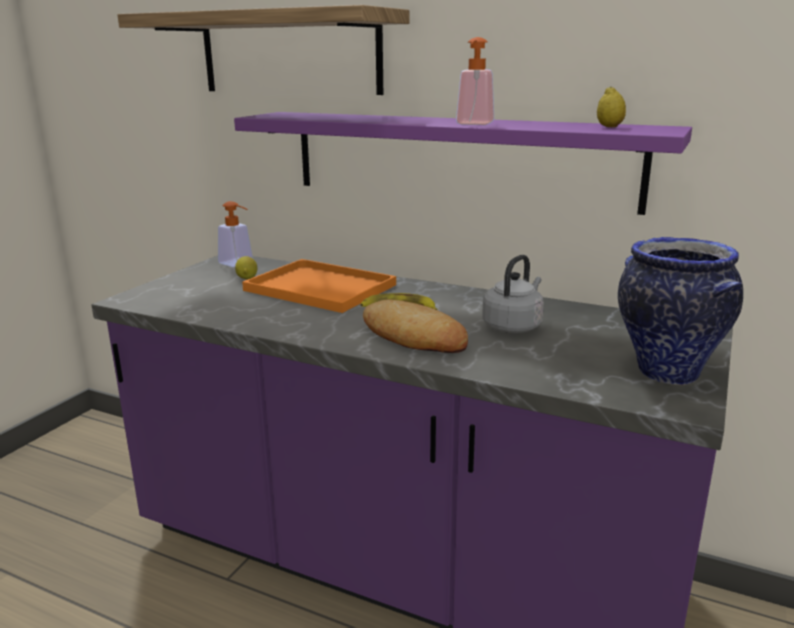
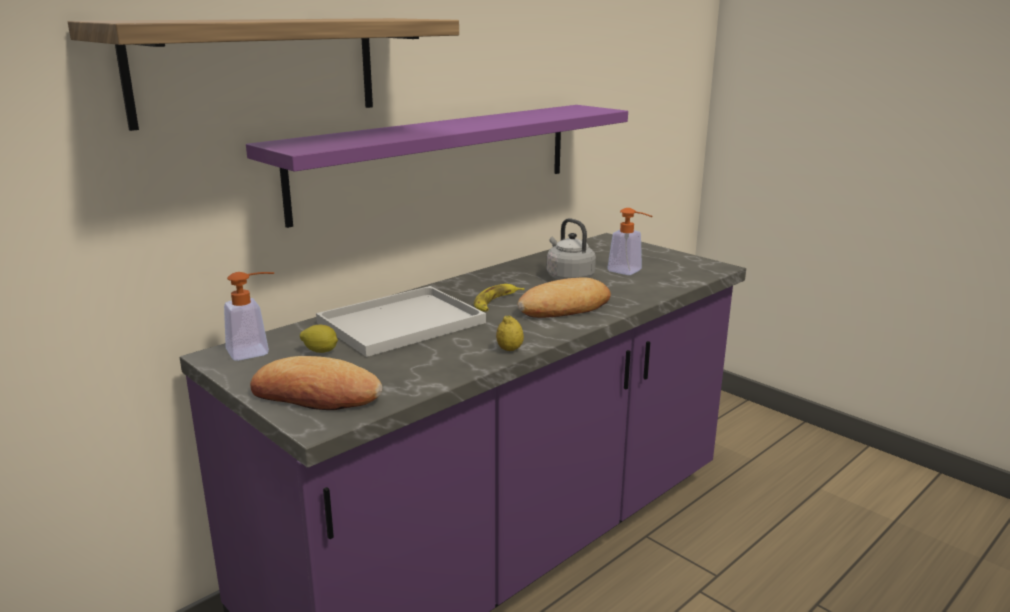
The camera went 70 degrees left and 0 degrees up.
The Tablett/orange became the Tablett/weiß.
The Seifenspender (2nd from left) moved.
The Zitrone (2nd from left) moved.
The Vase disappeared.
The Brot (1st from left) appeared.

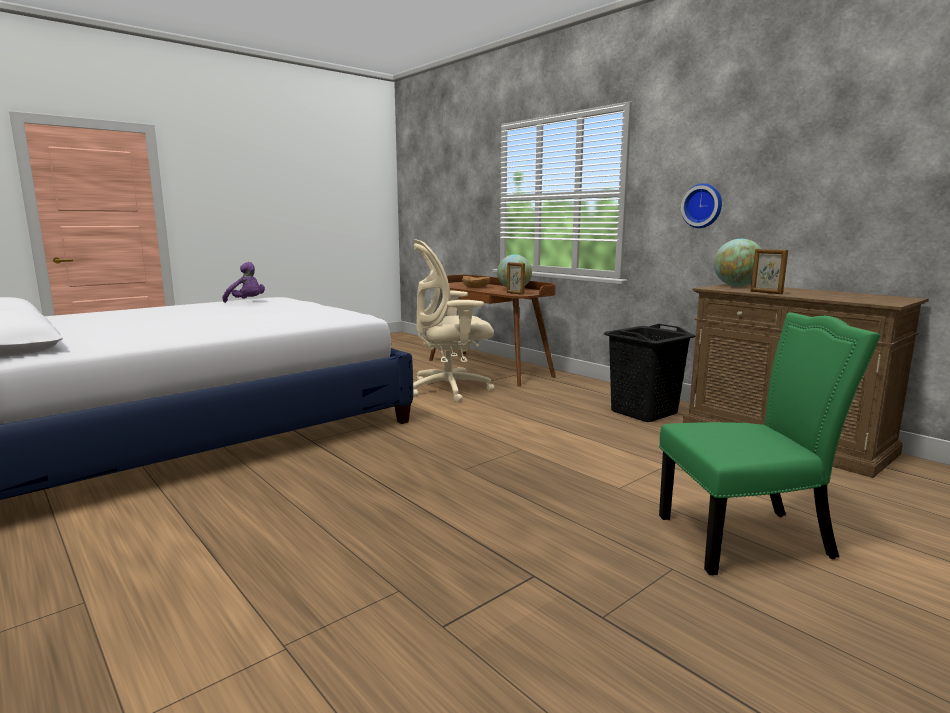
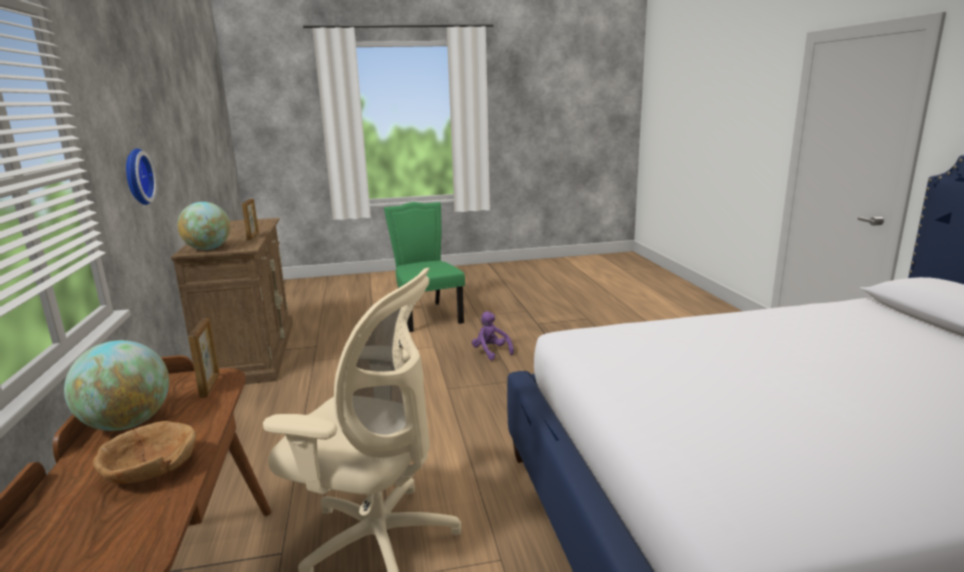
The camera went 150 degrees left and 5 degrees up.
The Plüschtier/lila moved.
The Wäschekorb/schwarz disappeared.
The Stuhl/grün turned 45 degrees clockwise.

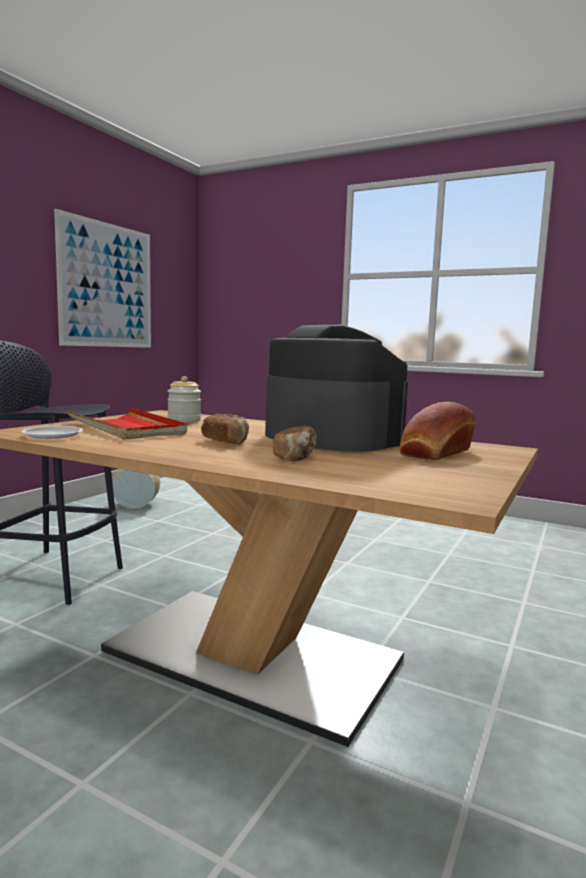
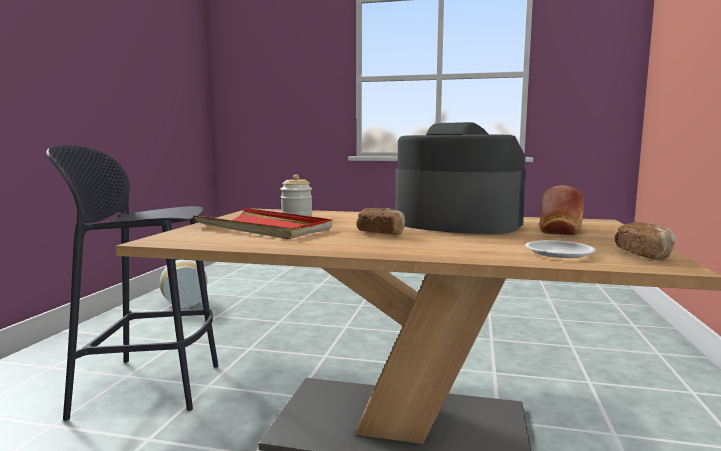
The camera went 15 degrees left and 0 degrees up.
The Teller/weiß moved.
The Bild disappeared.
The Brot (2nd from left in the first image) moved.

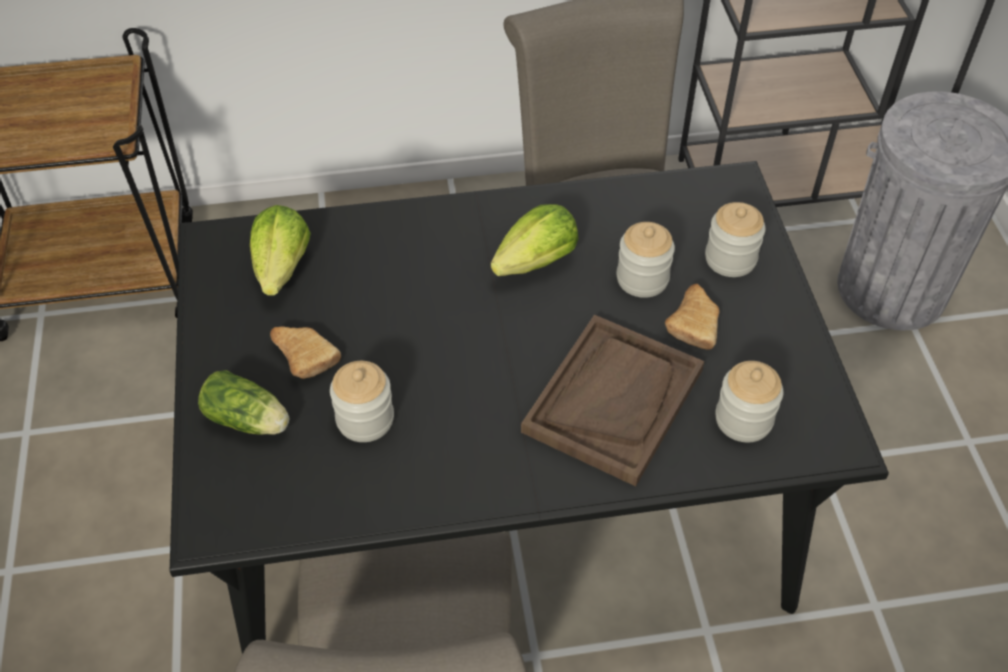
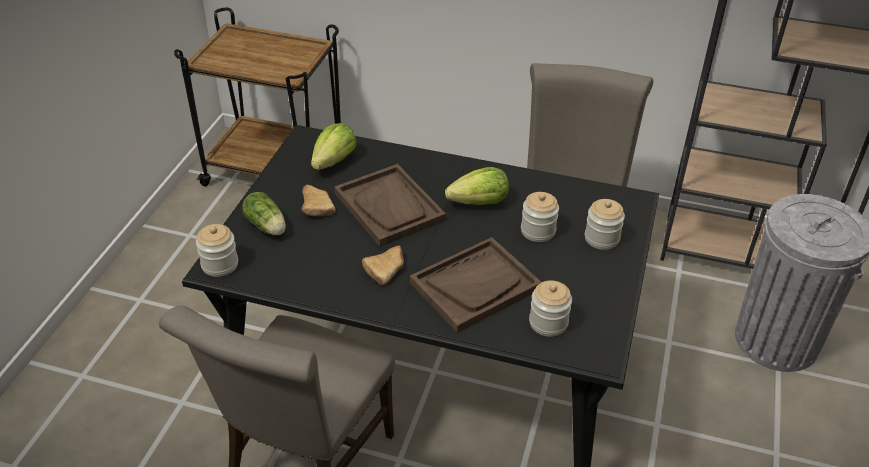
The camera went 25 degrees right and 10 degrees down.
The Vorratsglas (1st from left) moved.
The Brot (2nd from left) moved.
The Tablett/braun (1st from left) appeared.

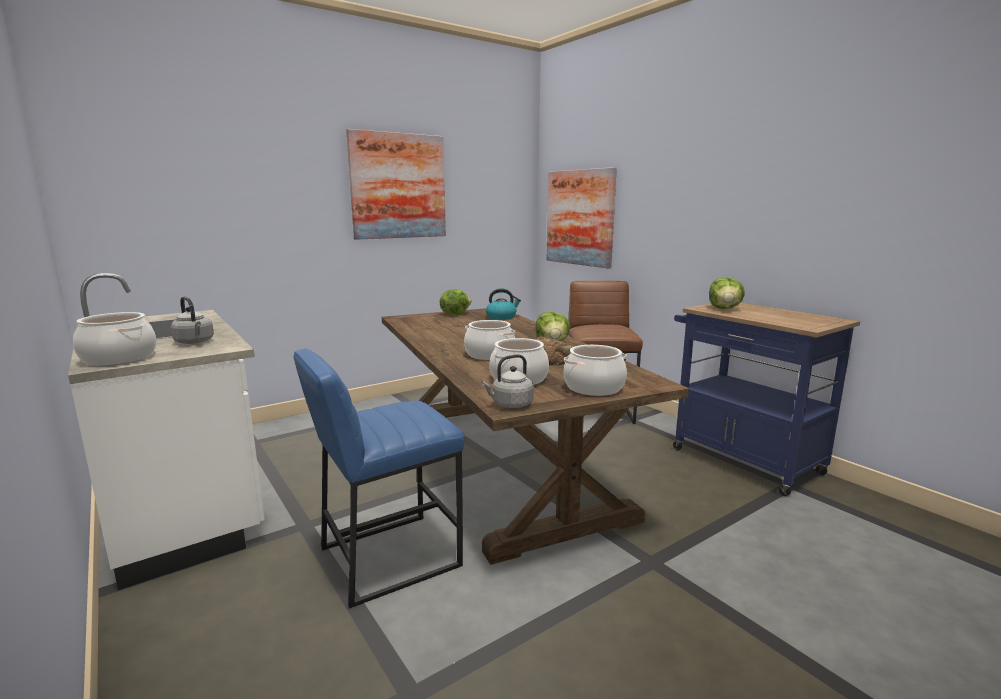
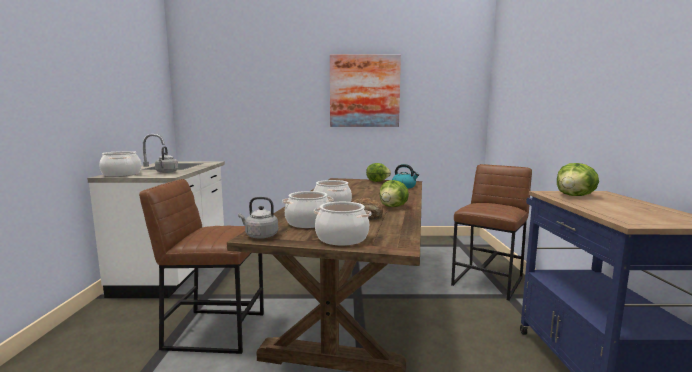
The camera went 35 degrees right and 5 degrees down.
The Stuhl/blau became the Stuhl/braun (1st from left).
The Bild (2nd from left) disappeared.

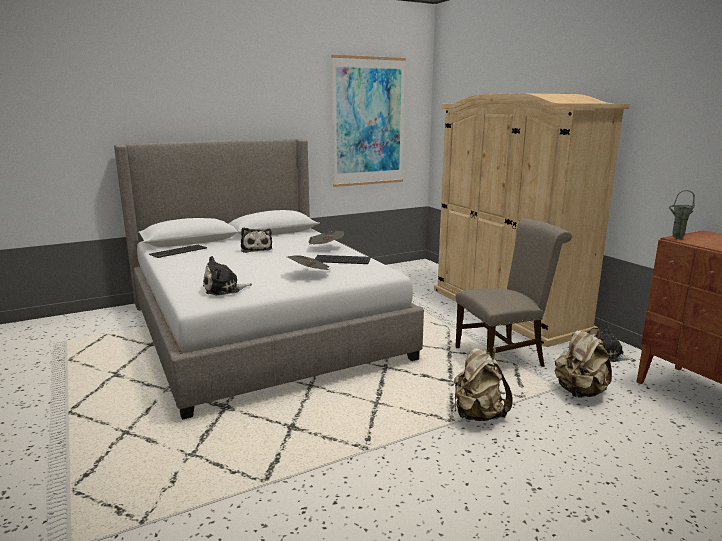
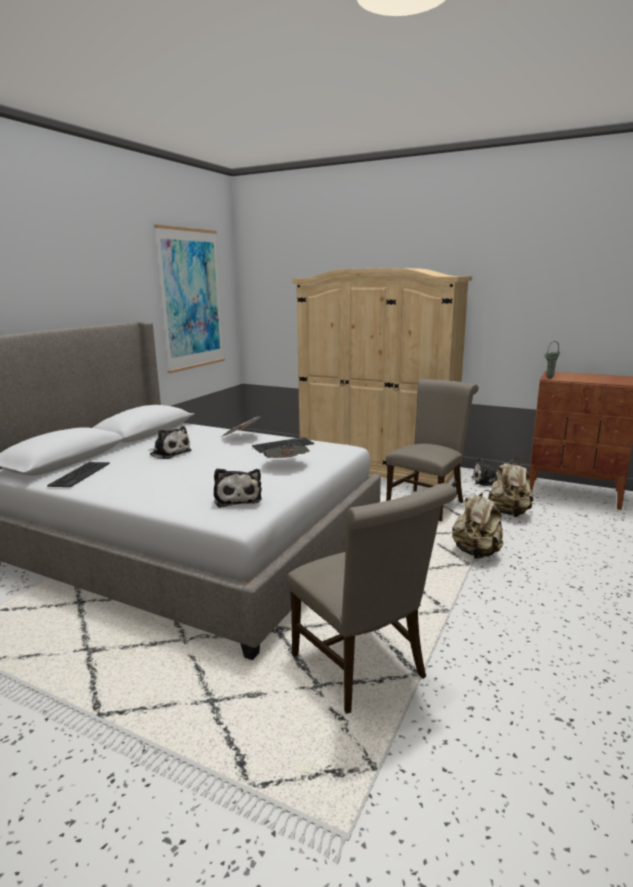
The camera went 35 degrees left and 0 degrees up.
The Plüschtier (1st from left in the first image) turned 45 degrees counterclockwise.
The Stuhl/beige (1st from left) appeared.

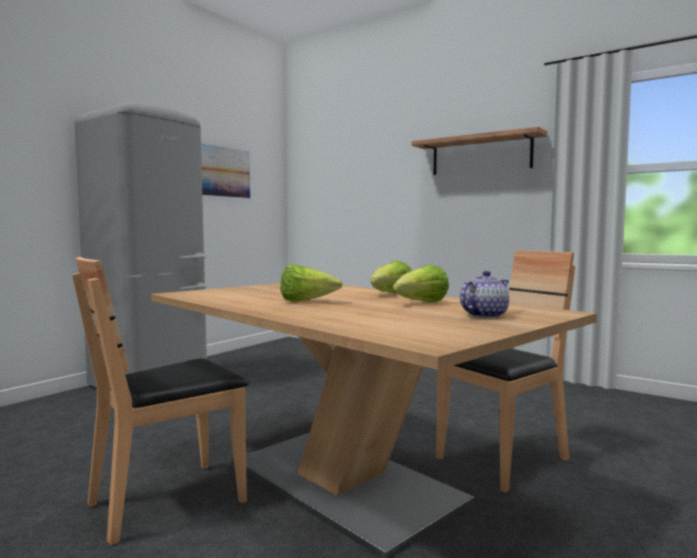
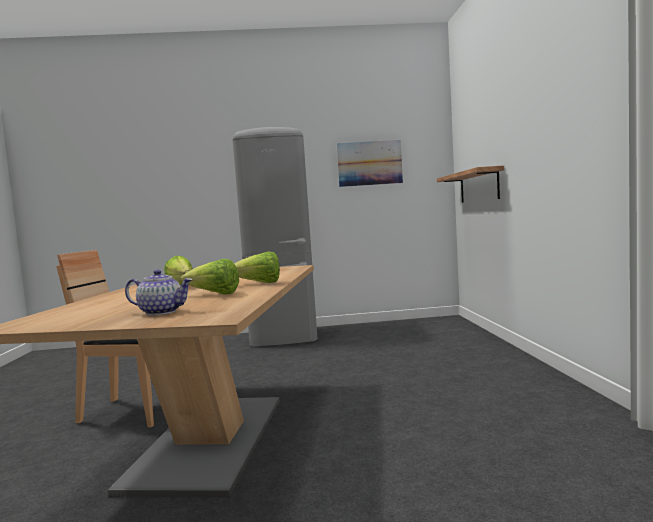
The camera went 50 degrees right and 0 degrees up.
The Wandregal moved.
The Stuhl/braun (2nd from left) disappeared.

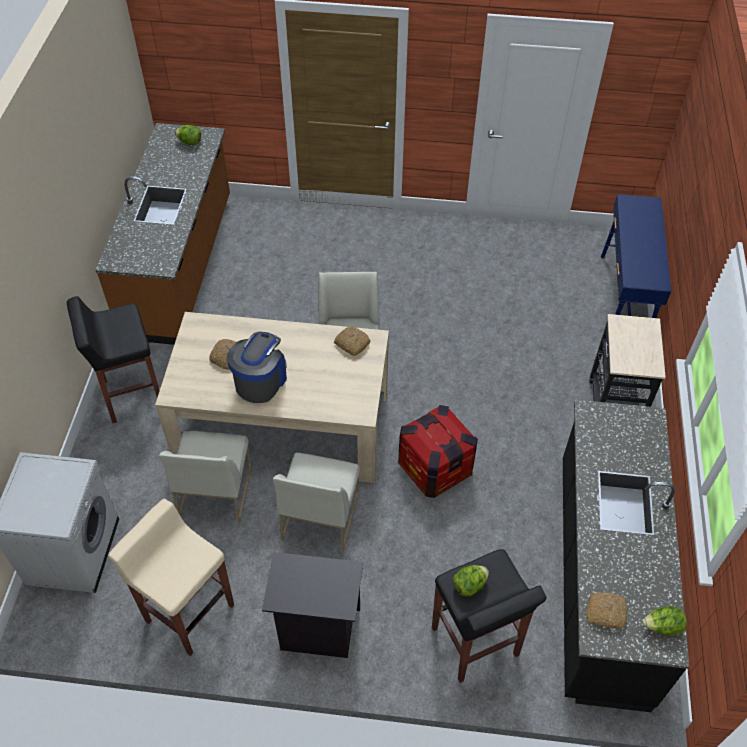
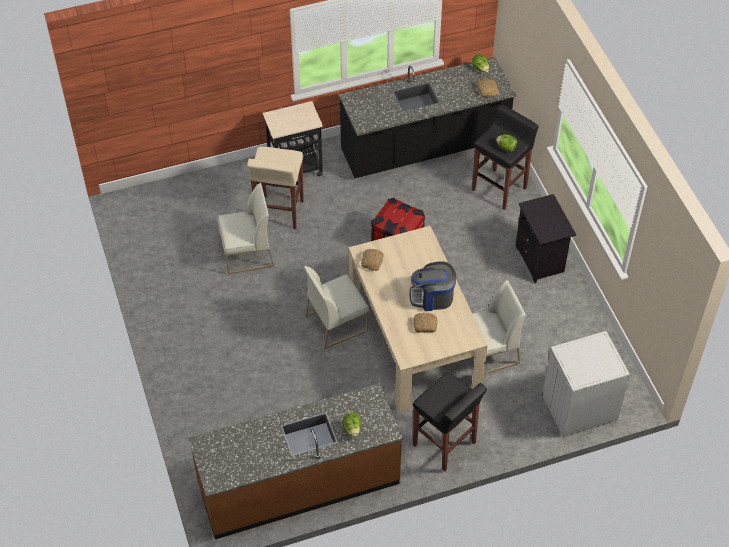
The camera went 115 degrees left and 0 degrees up.
The Hocker/beige moved.
The Salatkopf (1st from left) moved.
The Stuhl/weiß (2nd from left in the first image) moved.
The Konsolentisch/blau disappeared.

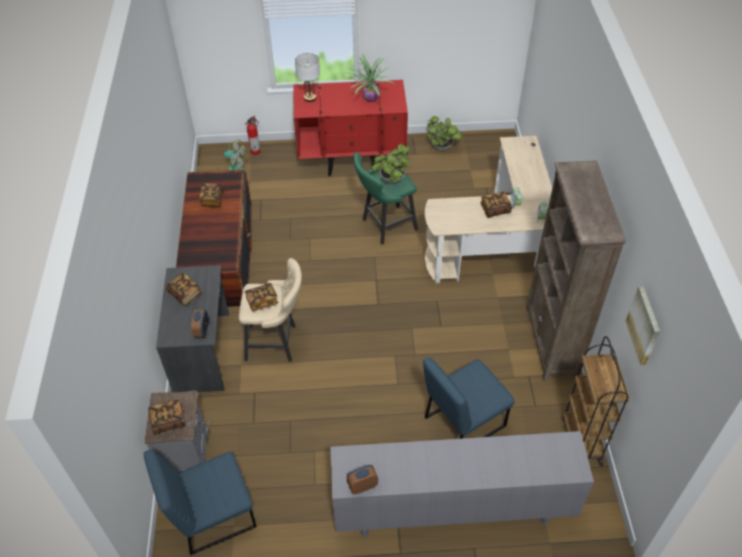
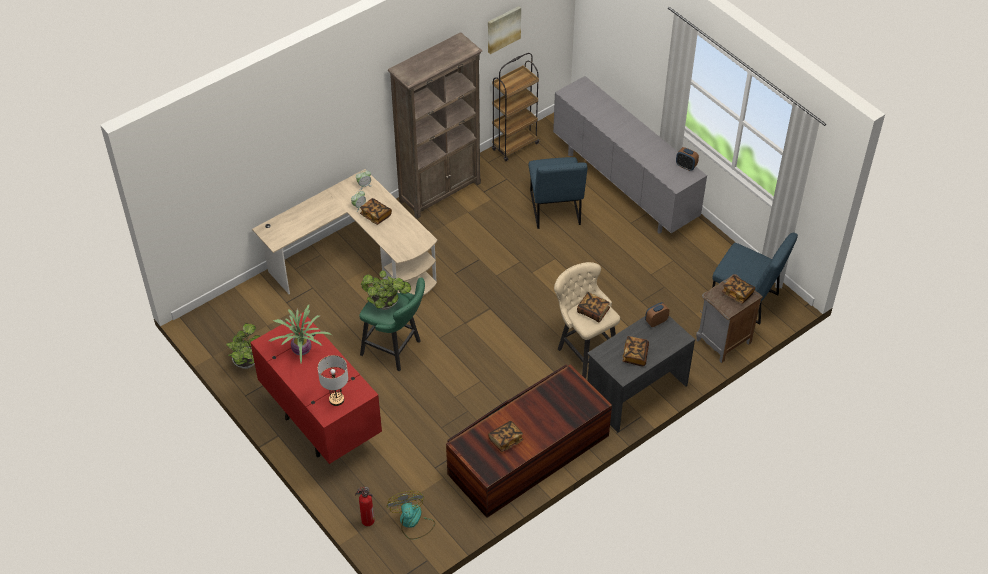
The camera went 125 degrees left and 0 degrees up.
The Stuhl/blau (2nd from left in the first image) turned 60 degrees clockwise.

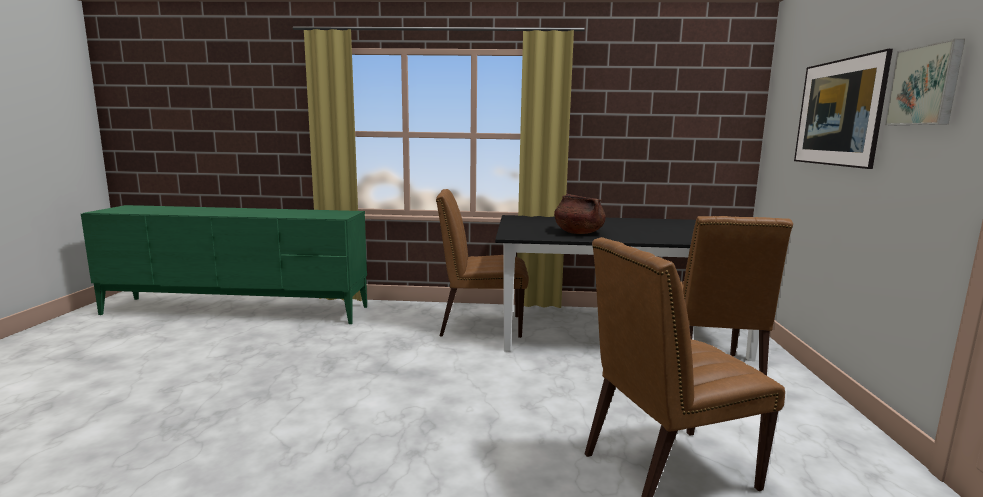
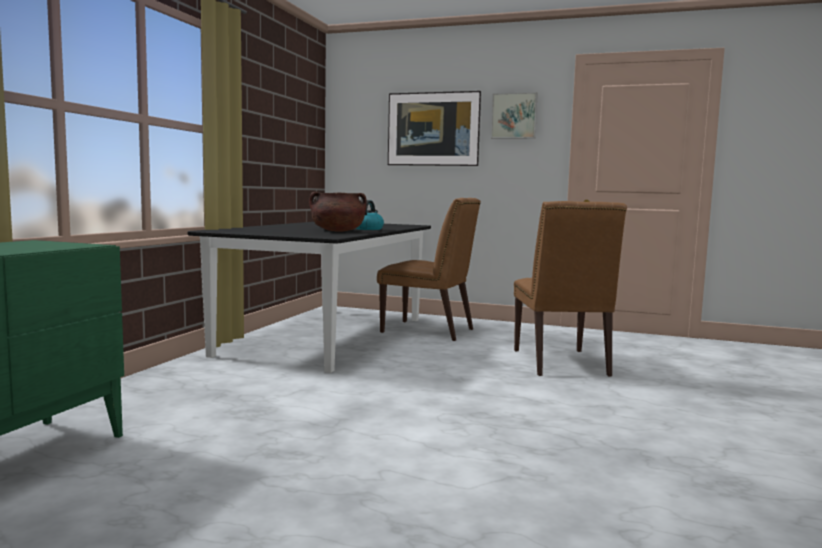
The camera went 75 degrees left and 5 degrees down.
The Stuhl/braun (1st from left) disappeared.
The Wasserkessel appeared.

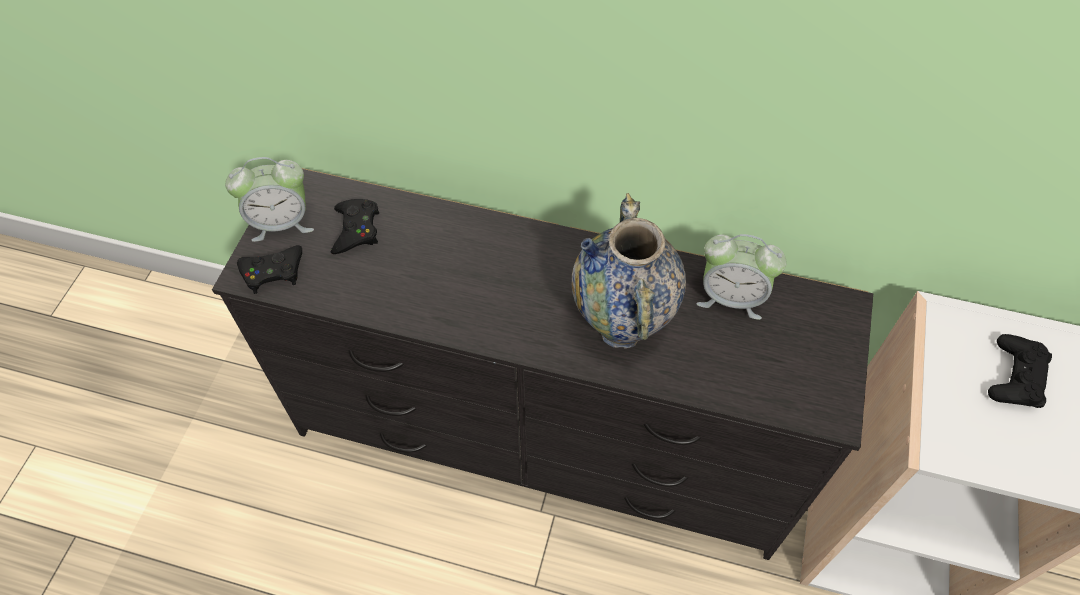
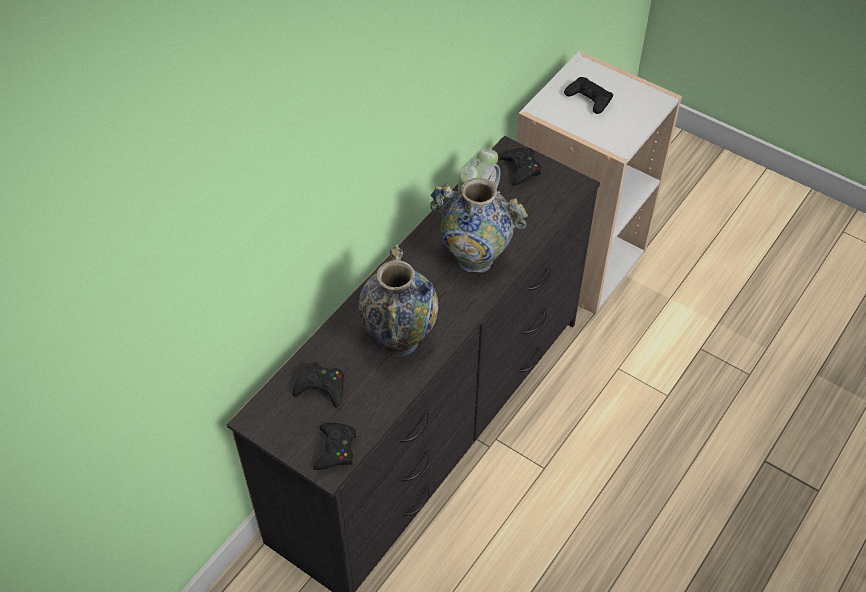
The camera went 70 degrees left and 5 degrees down.
The Wecker (1st from left) disappeared.
The Vase (1st from left) appeared.
The Gamepad/schwarz (3rd from left) appeared.

